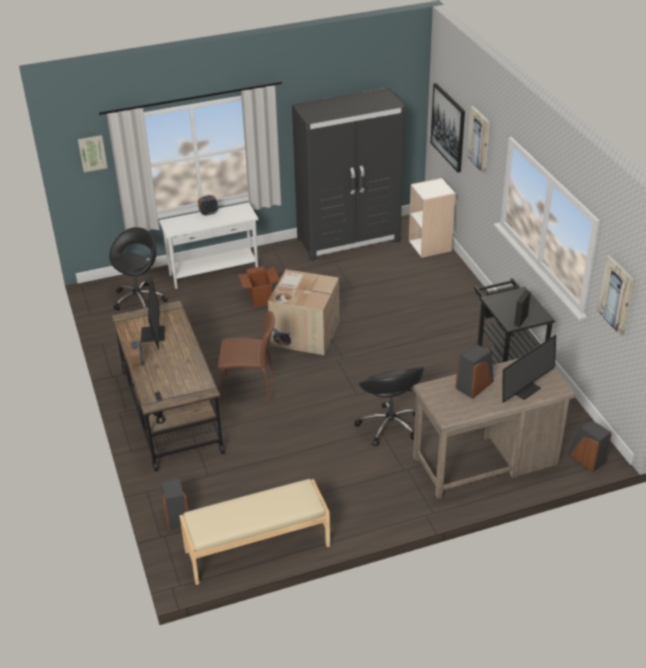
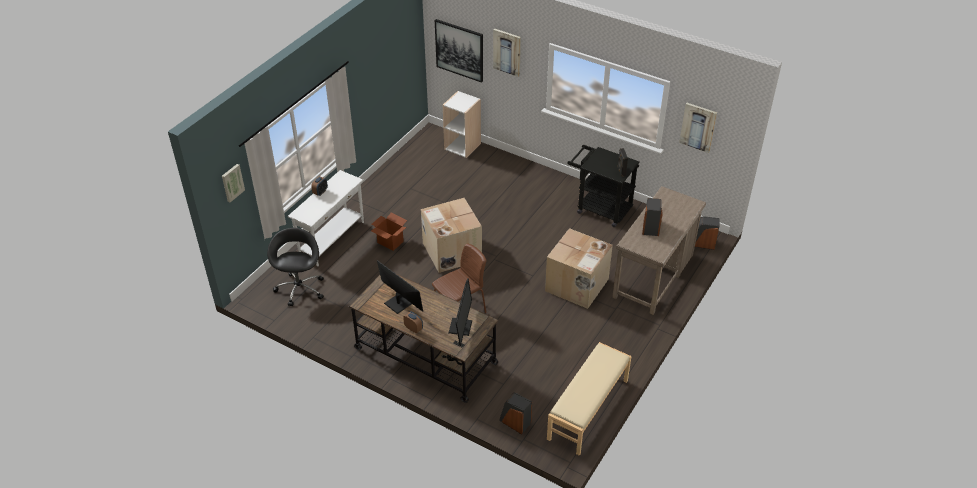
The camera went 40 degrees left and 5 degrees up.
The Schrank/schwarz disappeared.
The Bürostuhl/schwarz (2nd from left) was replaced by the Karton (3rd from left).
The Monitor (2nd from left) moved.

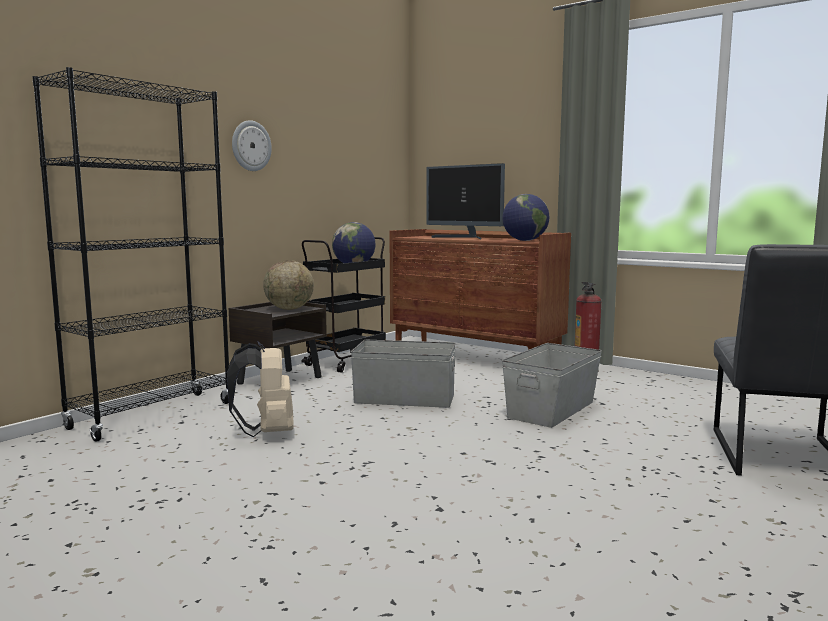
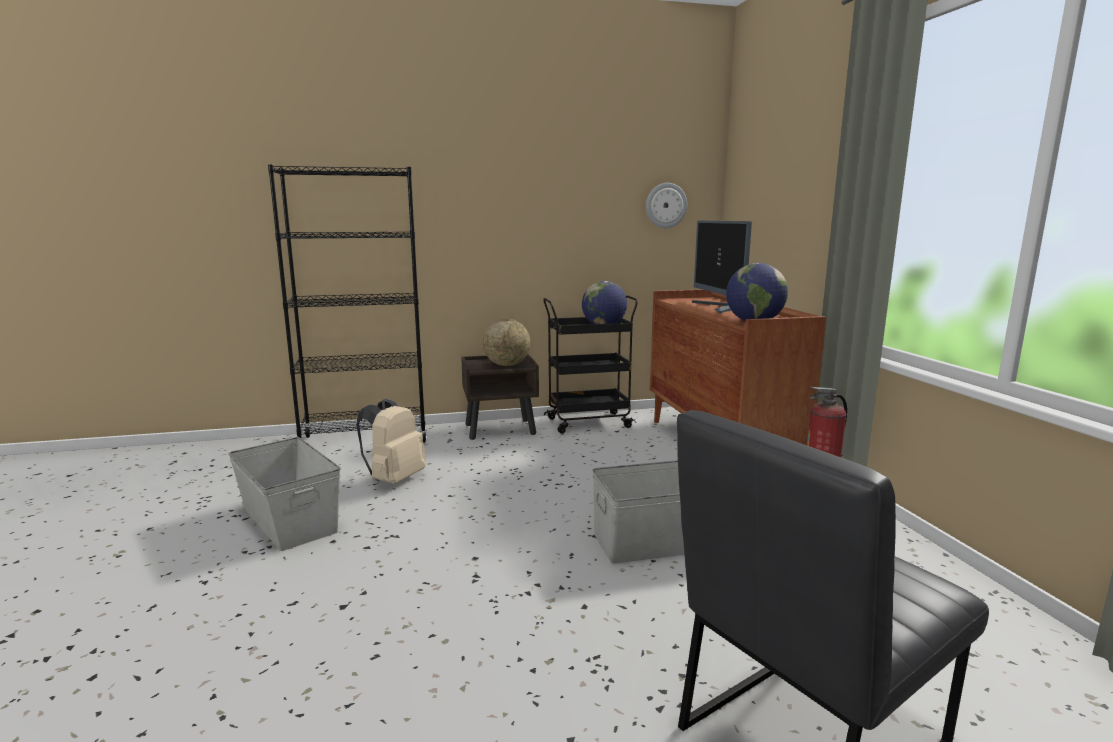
The camera went 40 degrees right and 5 degrees up.
The Wanduhr moved.
The Aufbewahrungsbox/grau (1st from left) moved.

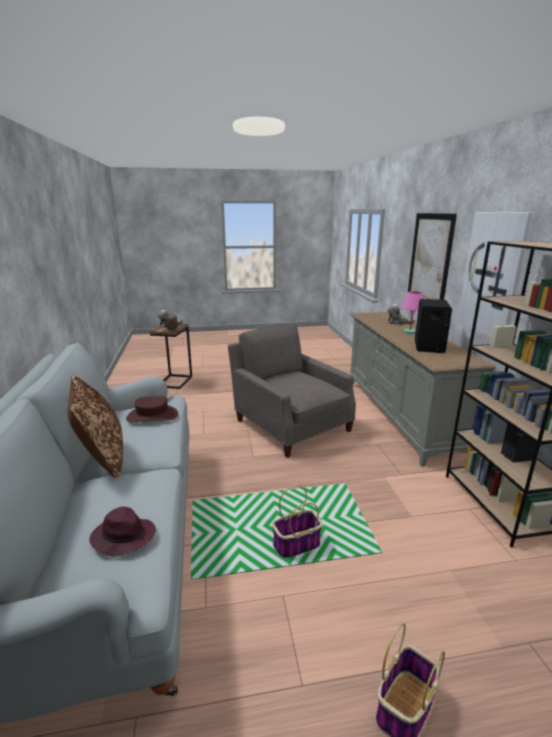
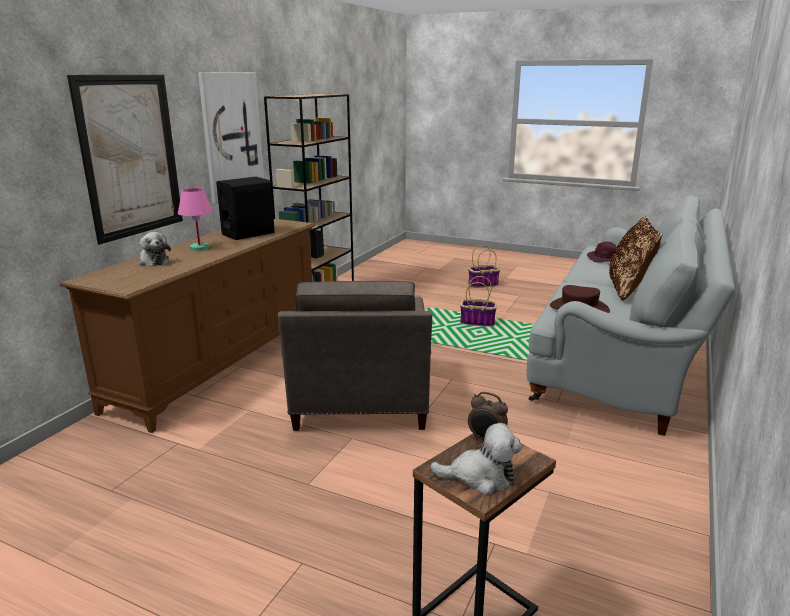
The camera went 145 degrees left and 0 degrees up.
The Schrank/grau became the Schrank/braun.

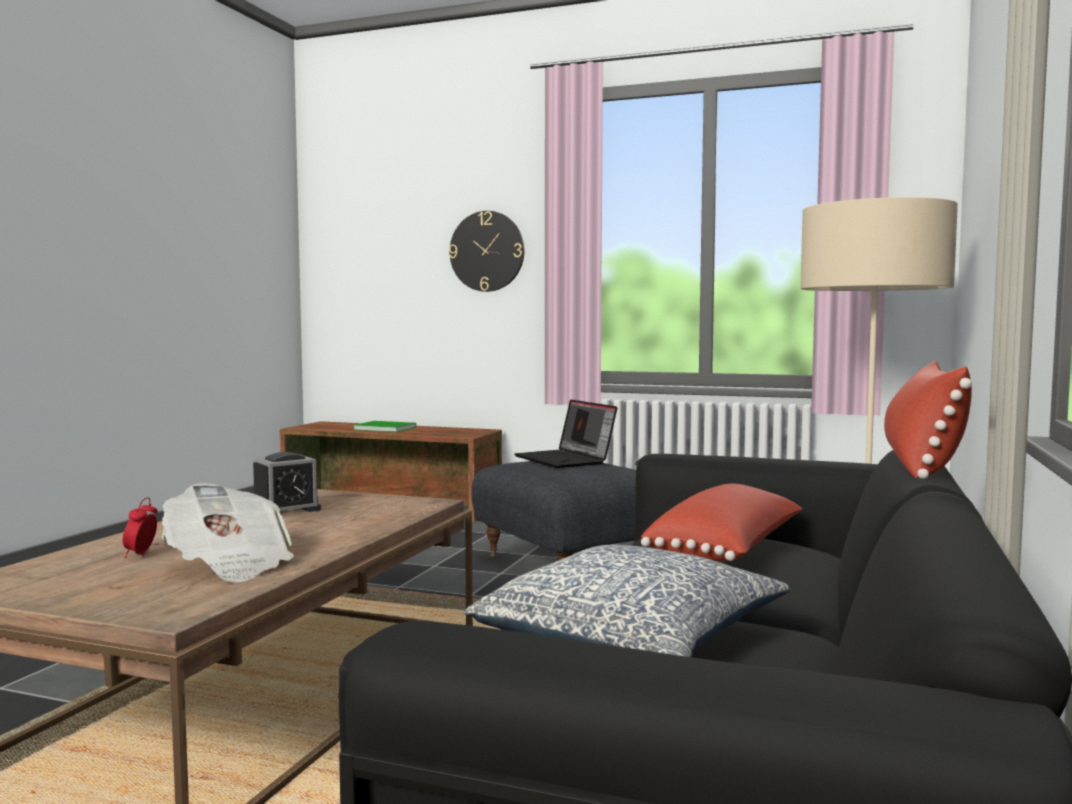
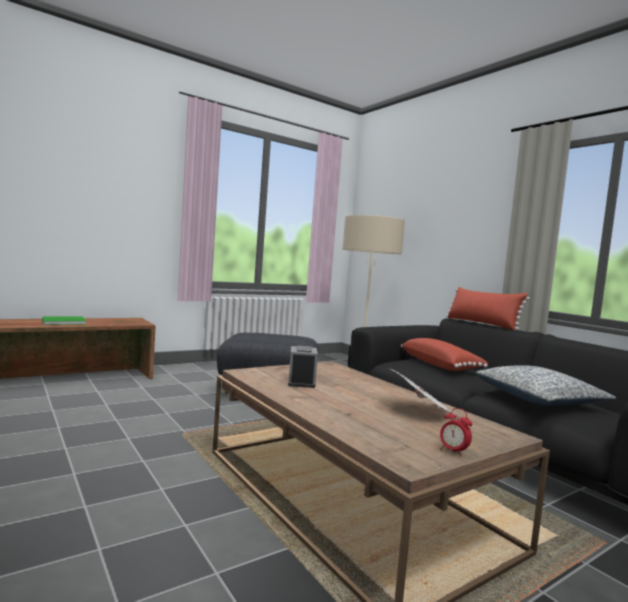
The camera went 55 degrees left and 0 degrees up.
The Wecker (1st from left in the first image) moved.
The Wanduhr disappeared.
The Laptop disappeared.

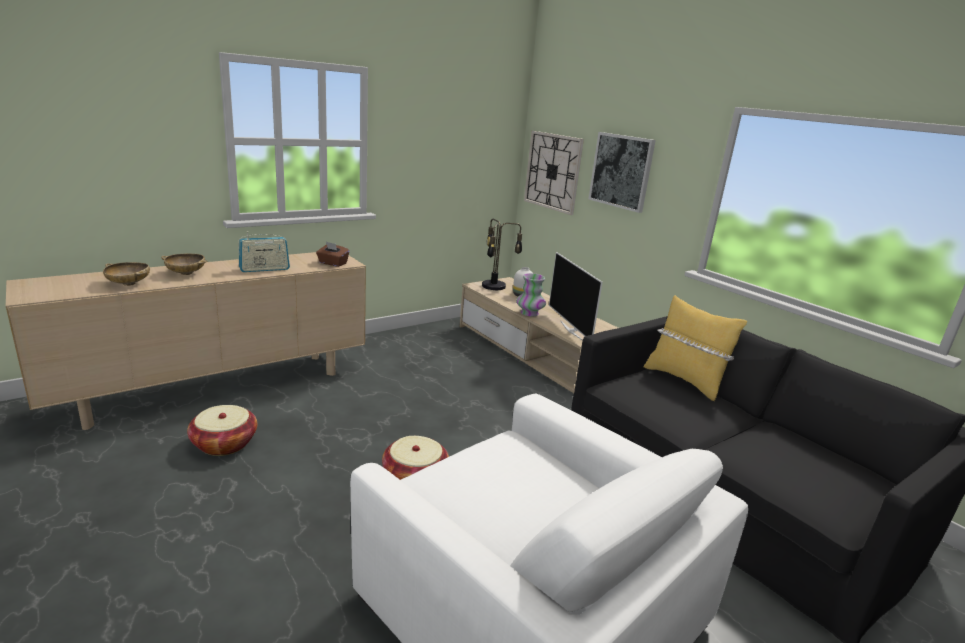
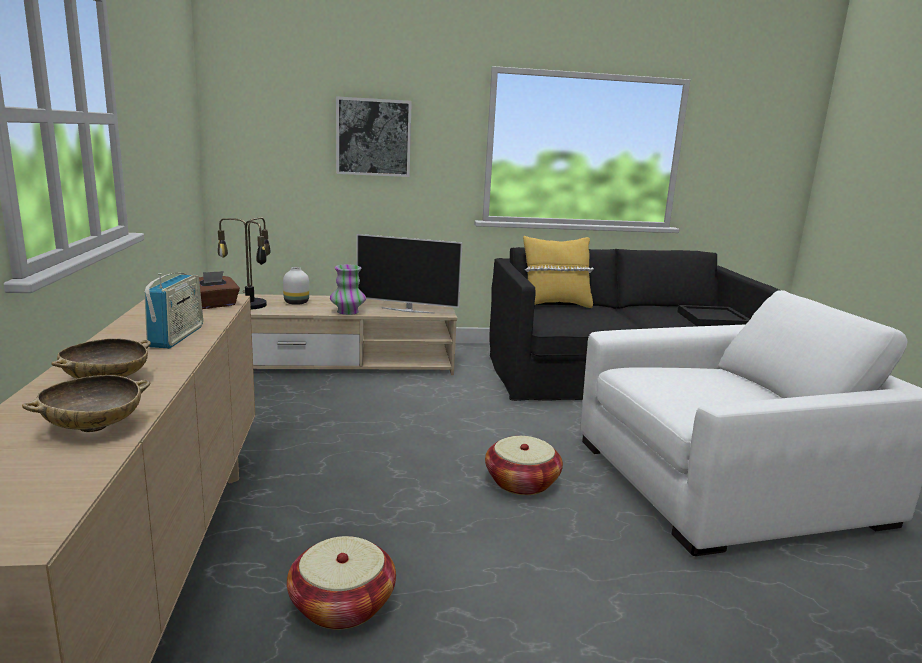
The camera went 60 degrees left and 5 degrees down.
The Wanduhr disappeared.
The Tablett/schwarz appeared.

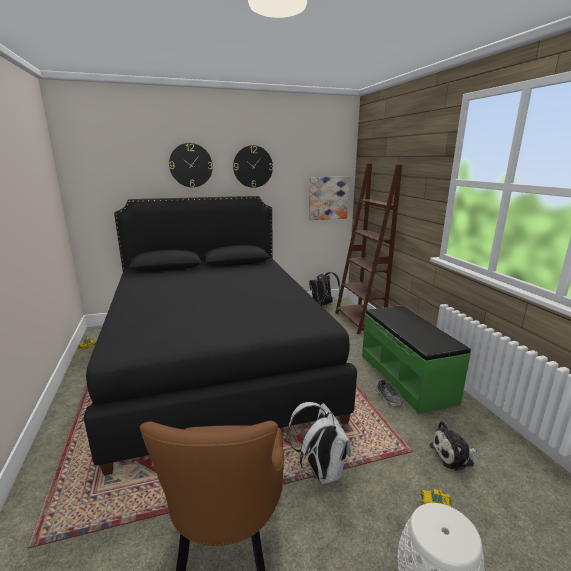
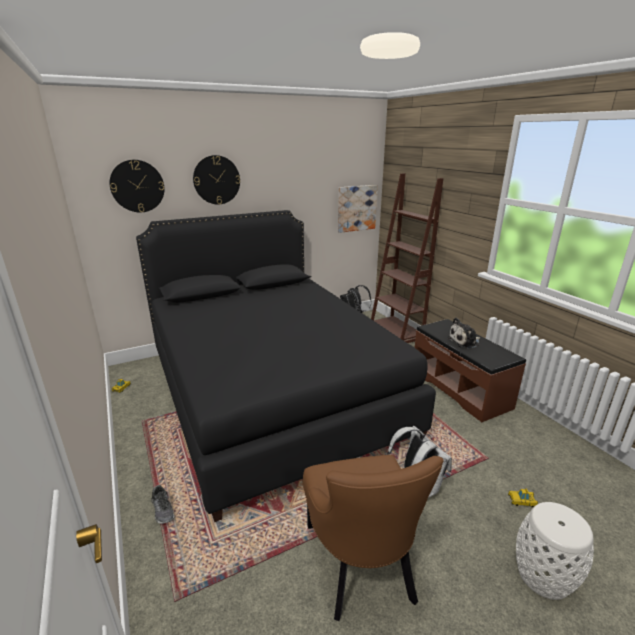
The camera went 10 degrees left and 5 degrees up.
The Wanduhr (2nd from left in the first image) moved.
The Bank/grün became the Bank/braun.
The Schuh moved.
The Plüschtier moved.

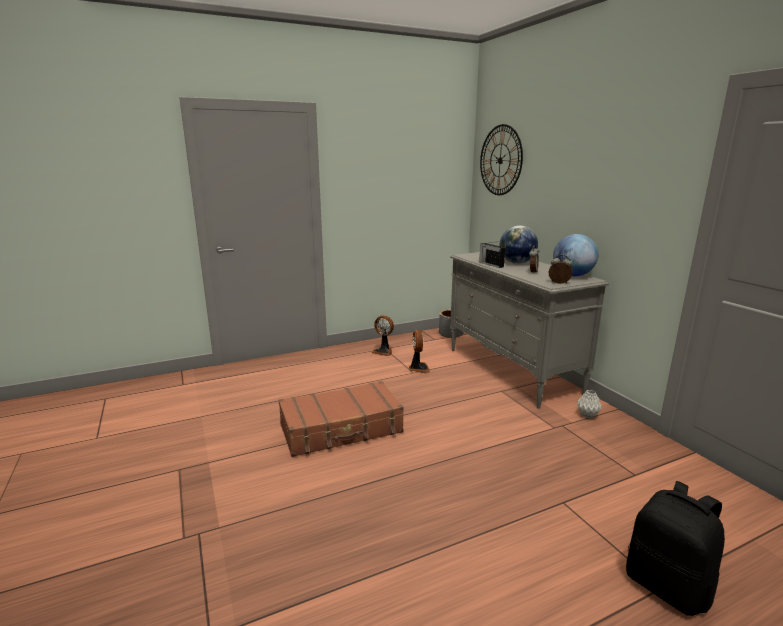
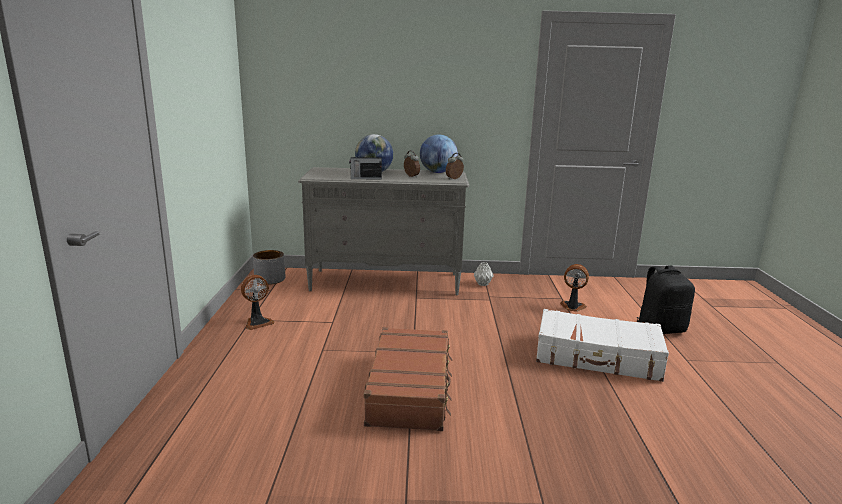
The camera went 65 degrees left and 0 degrees up.
The Ventilator (2nd from left) moved.
The Wanduhr disappeared.
The Koffer/weiß appeared.

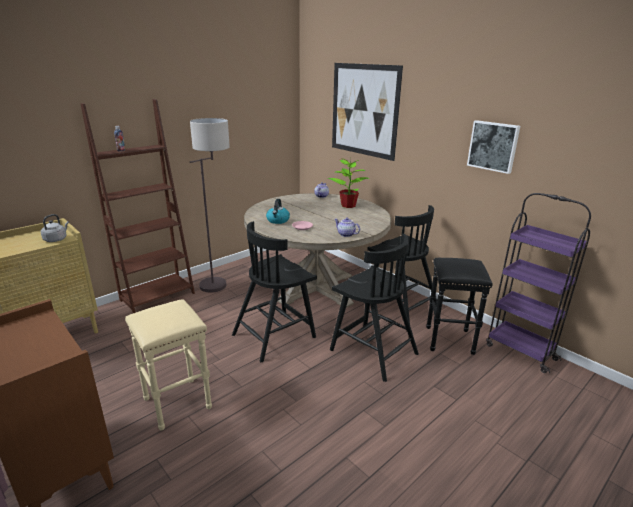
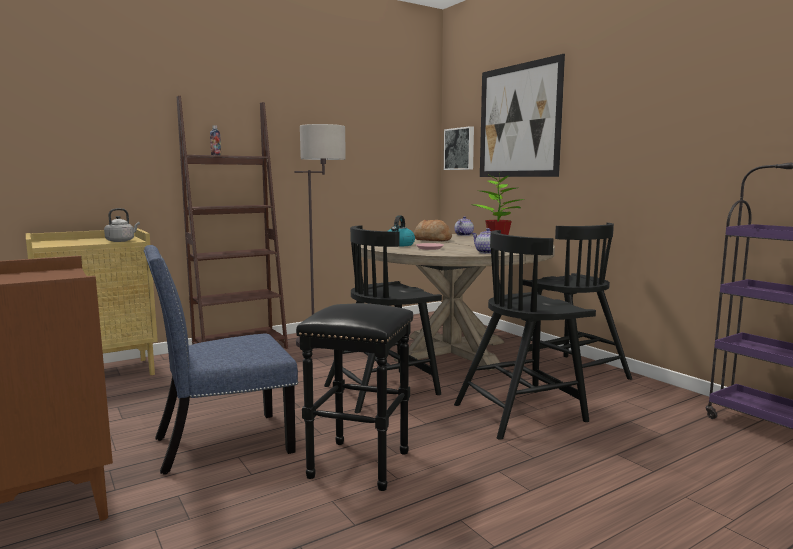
The camera went 10 degrees right and 15 degrees down.
The Hocker/beige was replaced by the Stuhl/blau.
The Stuhl/schwarz (2nd from left) turned 105 degrees clockwise.
The Hocker/schwarz moved.
The Bild (2nd from left in the first image) moved.
The Brot appeared.

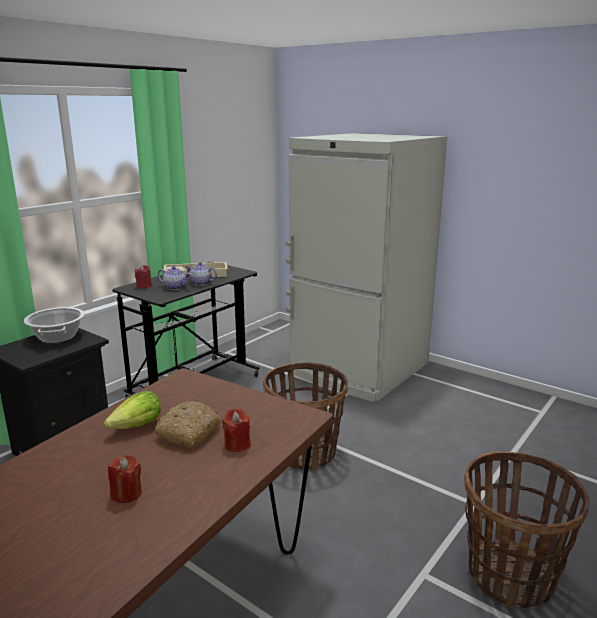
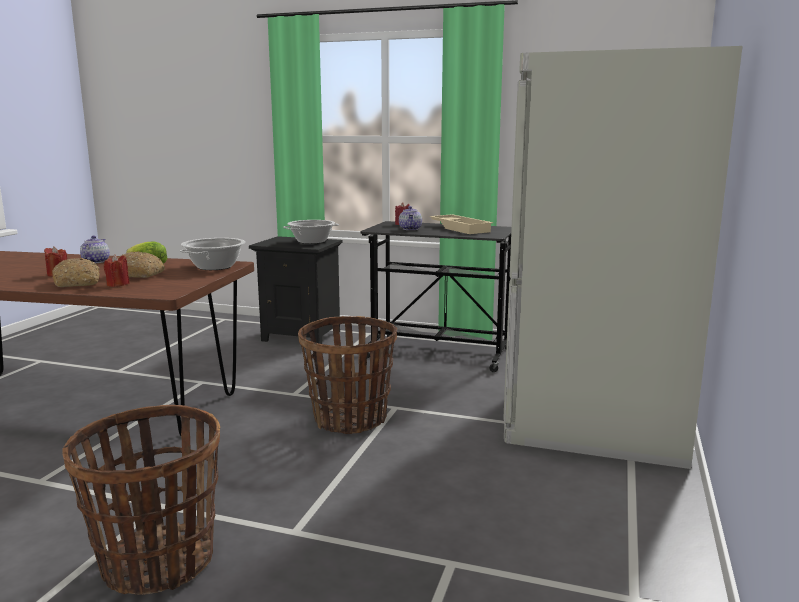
The camera went 70 degrees right and 5 degrees down.
The Teekanne (2nd from left in the first image) moved.
The Brot (1st from left) appeared.
The Kochtopf (1st from left) appeared.

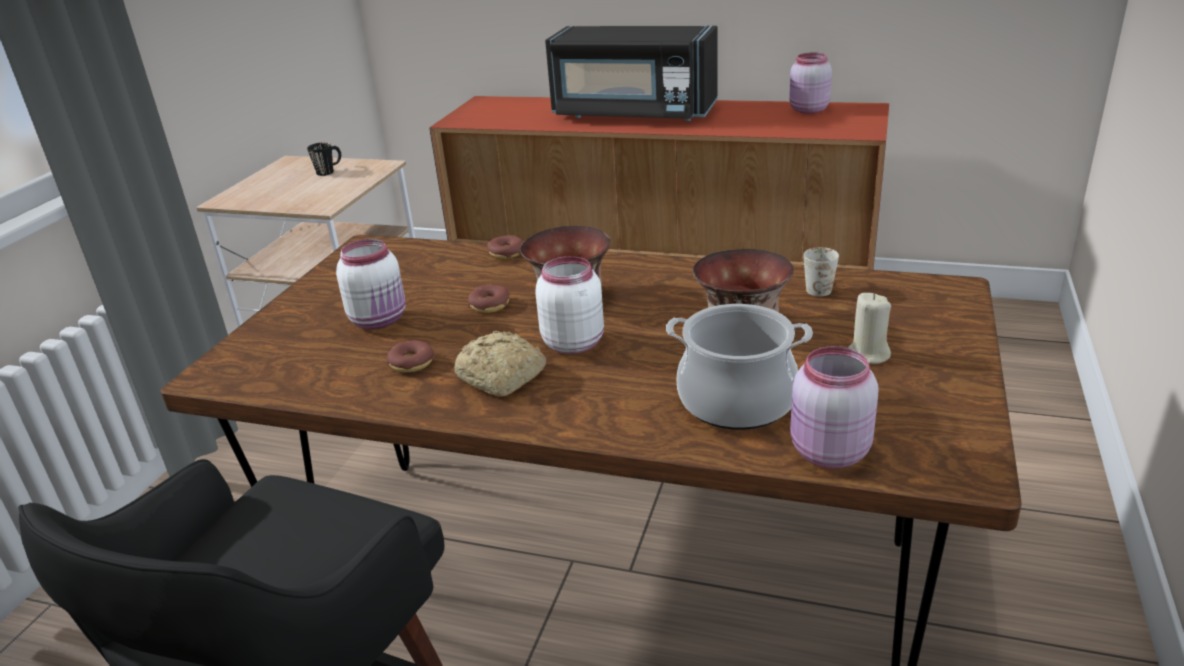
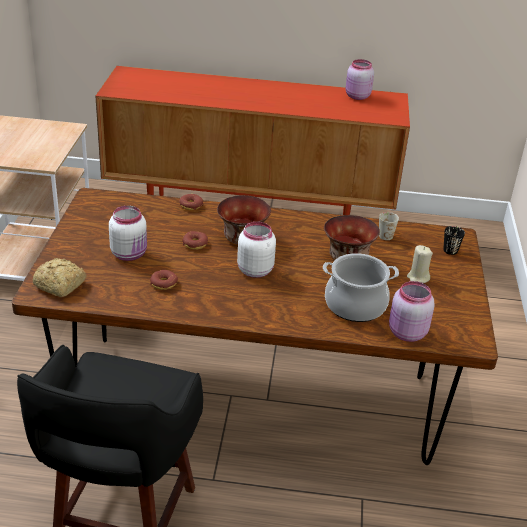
The camera went 15 degrees left and 5 degrees up.
The Henkelbecher/schwarz moved.
The Brot moved.
The Mikrowelle/schwarz disappeared.

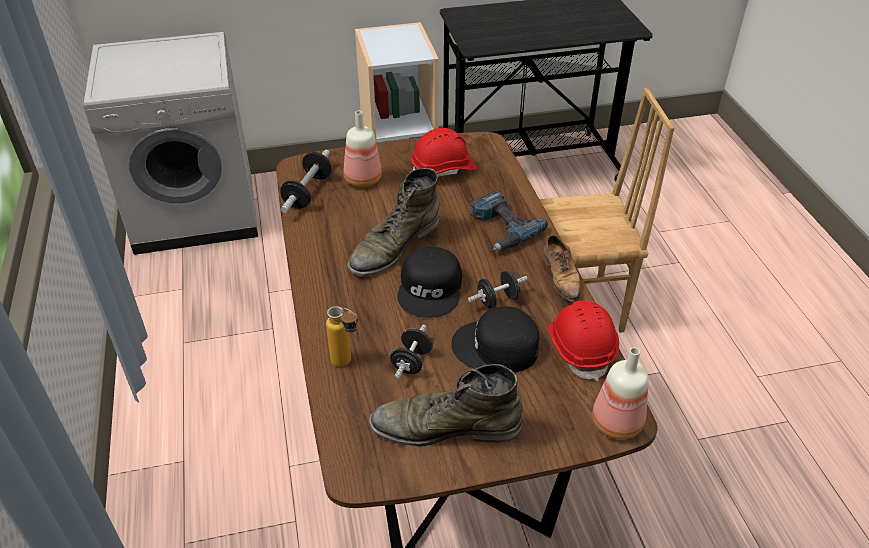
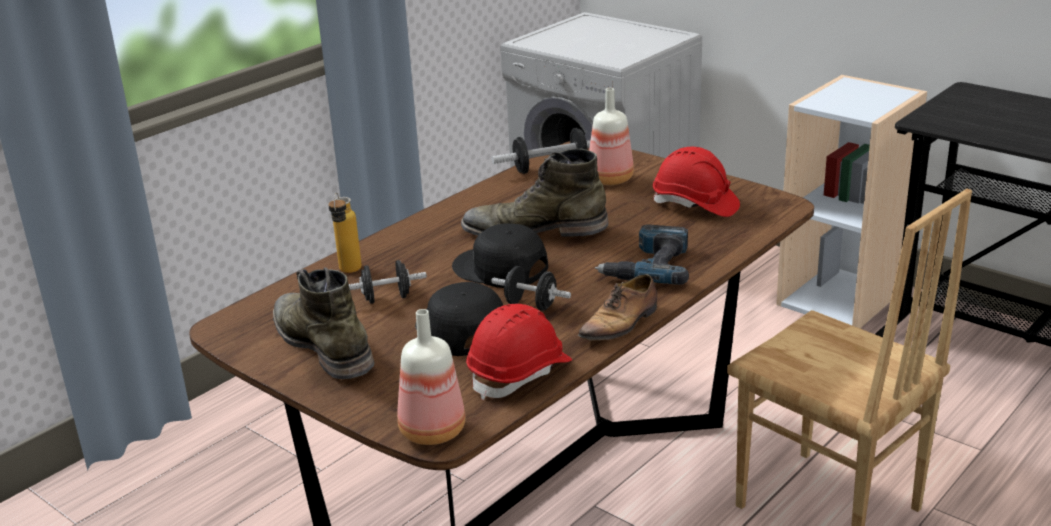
The camera went 55 degrees right and 15 degrees down.
The Kappe/schwarz (1st from left in the first image) turned 60 degrees clockwise.

